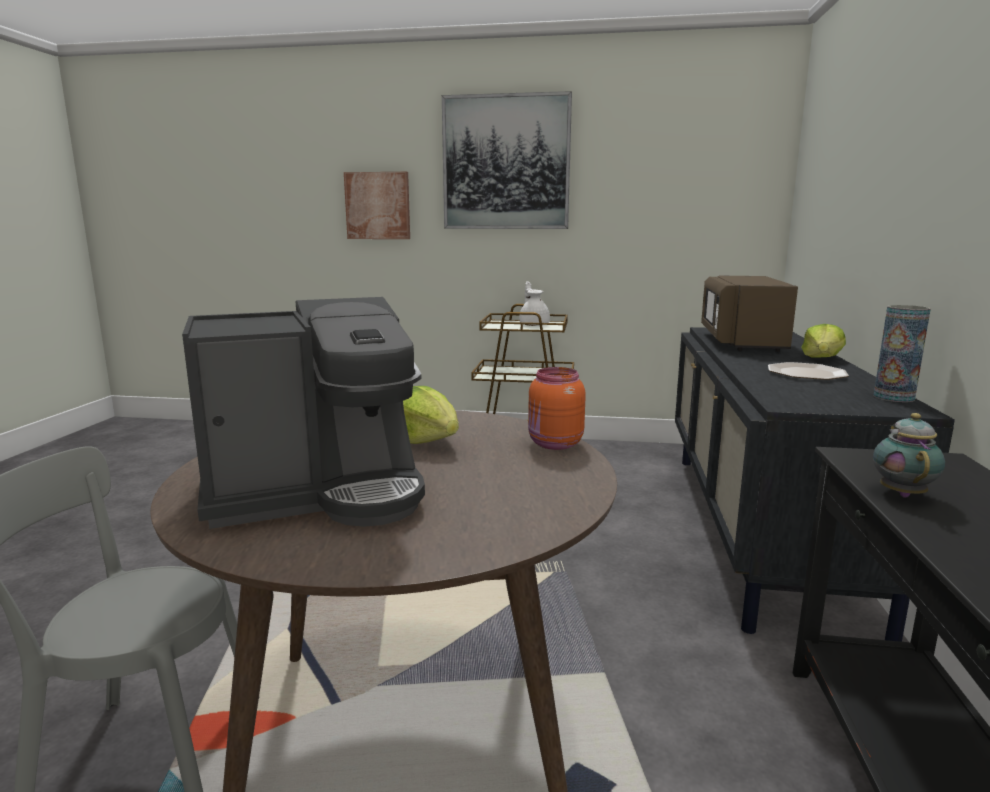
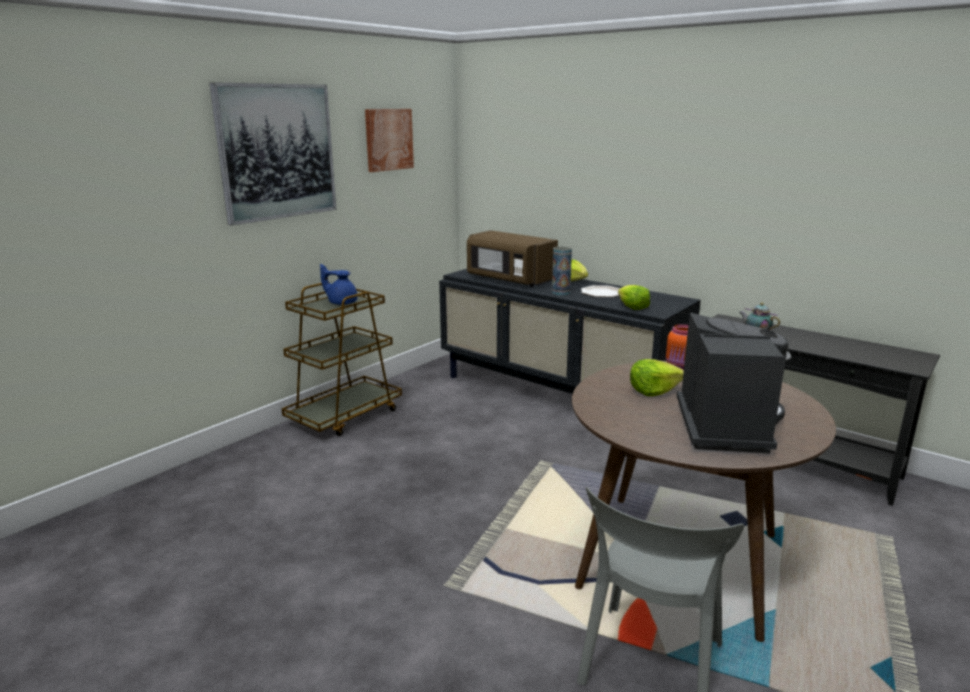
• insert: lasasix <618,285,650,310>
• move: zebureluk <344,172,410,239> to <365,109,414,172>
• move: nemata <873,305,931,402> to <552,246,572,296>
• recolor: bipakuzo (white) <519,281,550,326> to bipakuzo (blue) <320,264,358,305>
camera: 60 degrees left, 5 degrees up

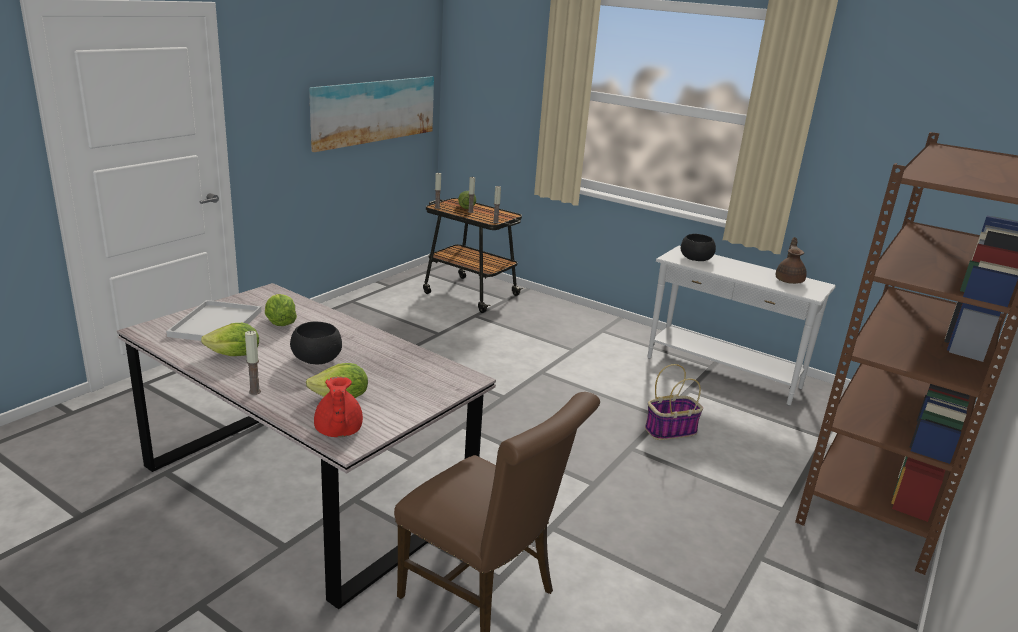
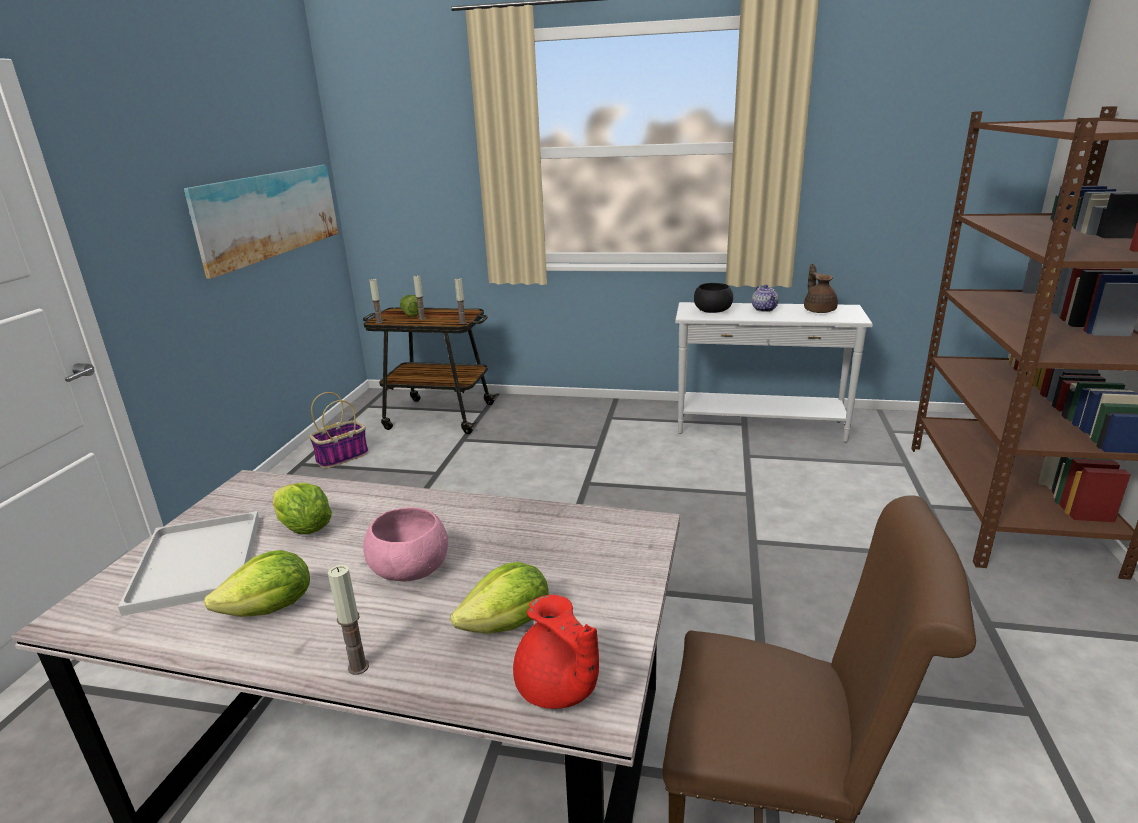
• insert: bipakuzo <752,285,779,312>
• move: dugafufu <645,364,703,440> to <309,392,369,468>
• recolor: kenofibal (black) <290,322,342,365> to kenofibal (pink) <363,507,448,581>
camera: 20 degrees left, 0 degrees up

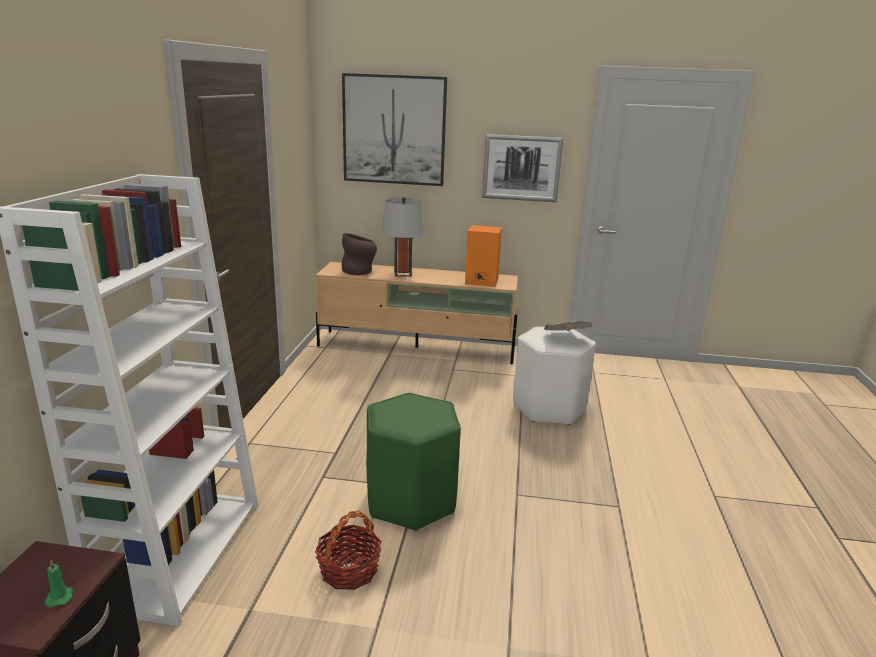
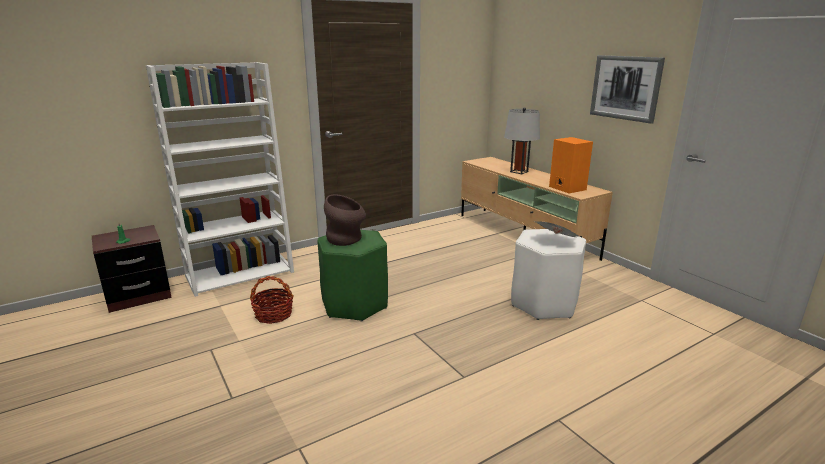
• delete: zebureluk <342,73,447,186>
• move: nemata (brown) <342,233,377,275> to <324,194,366,246>
camera: 50 degrees right, 0 degrees up

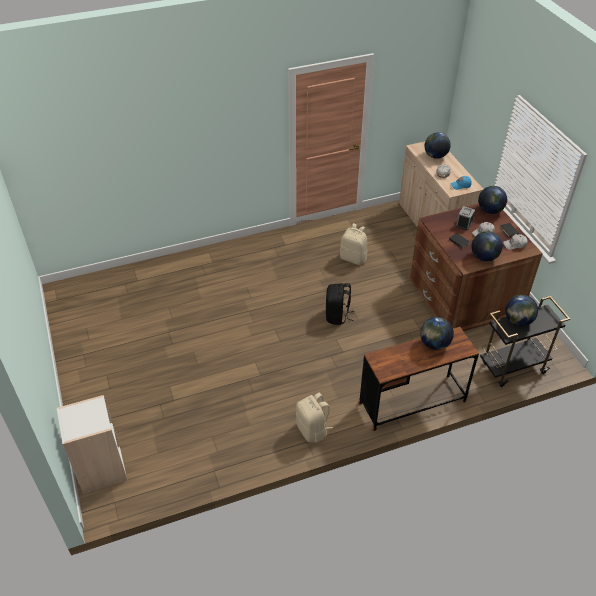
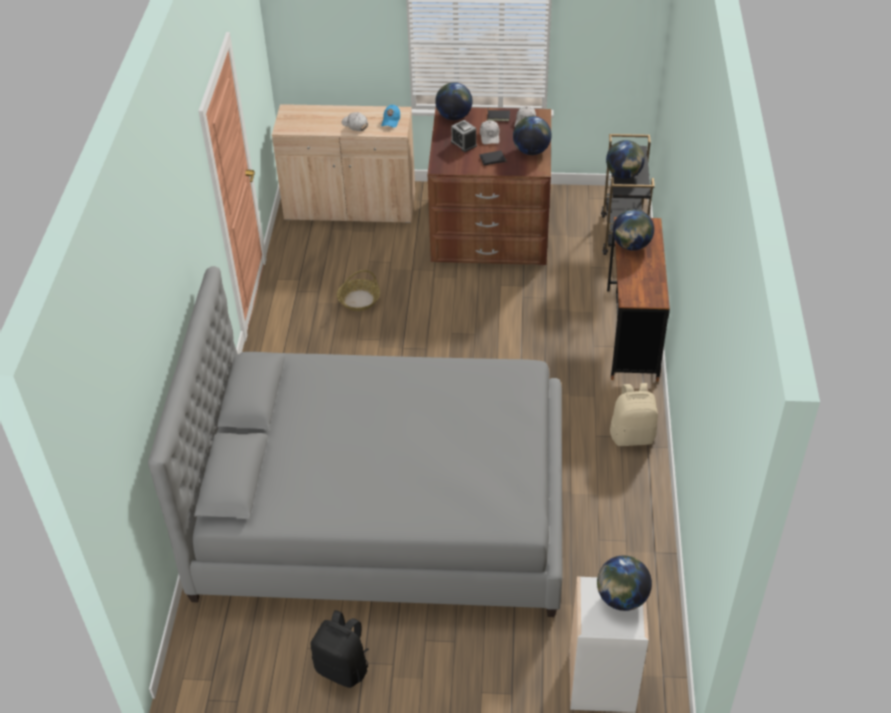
• insert: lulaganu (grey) <148,266,562,617>
• move: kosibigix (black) <326,283,354,325> to <310,610,369,688>
• move: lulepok <425,132,451,159> to <597,556,652,611>
• replace: kosibigix (beige) <340,223,367,265> to dugafufu <337,270,380,311>
camera: 65 degrees left, 0 degrees up

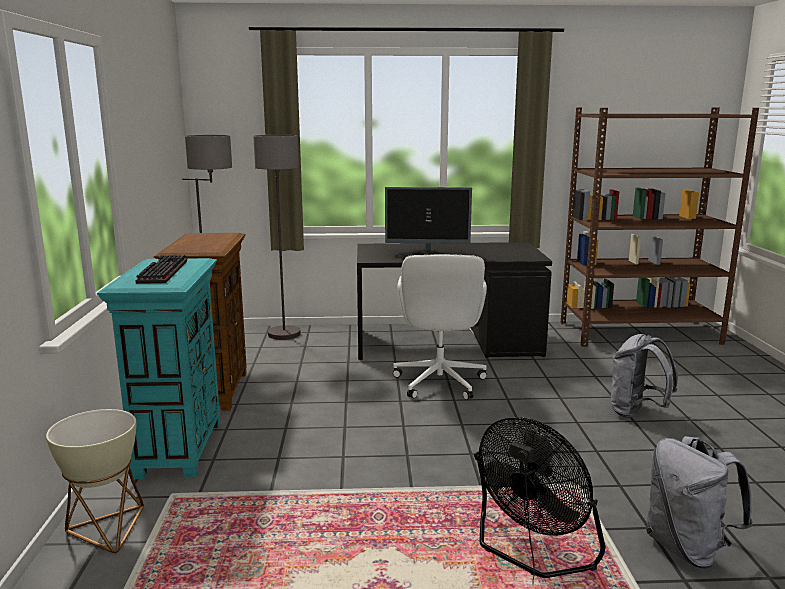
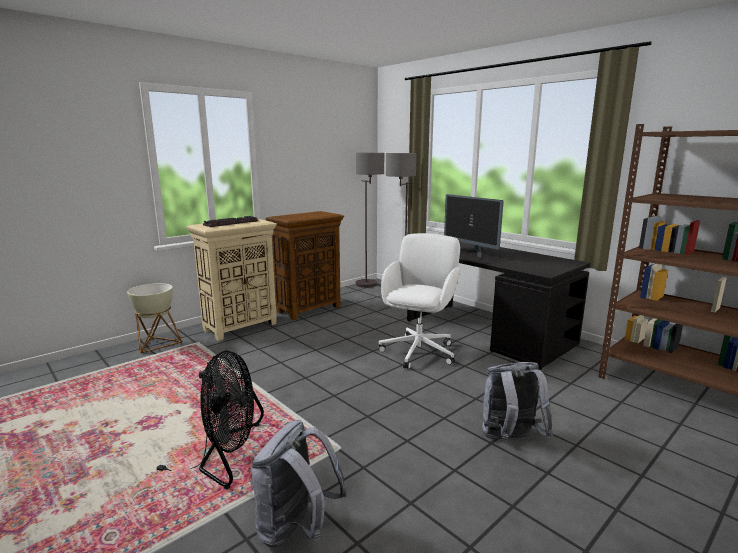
• recolor: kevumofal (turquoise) <97,258,220,479> to kevumofal (beige) <186,219,277,341>
• rotate: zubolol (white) <393,254,487,400> = <379,233,460,369> 150 degrees clockwise
camera: 50 degrees right, 0 degrees up

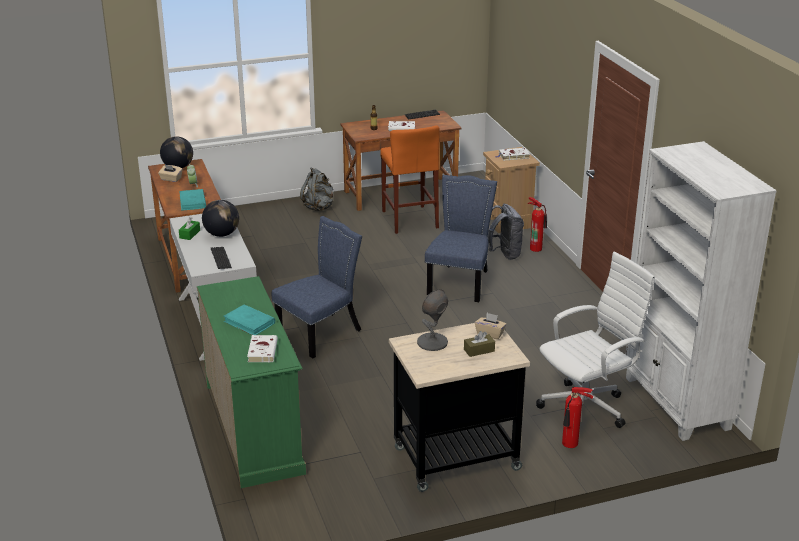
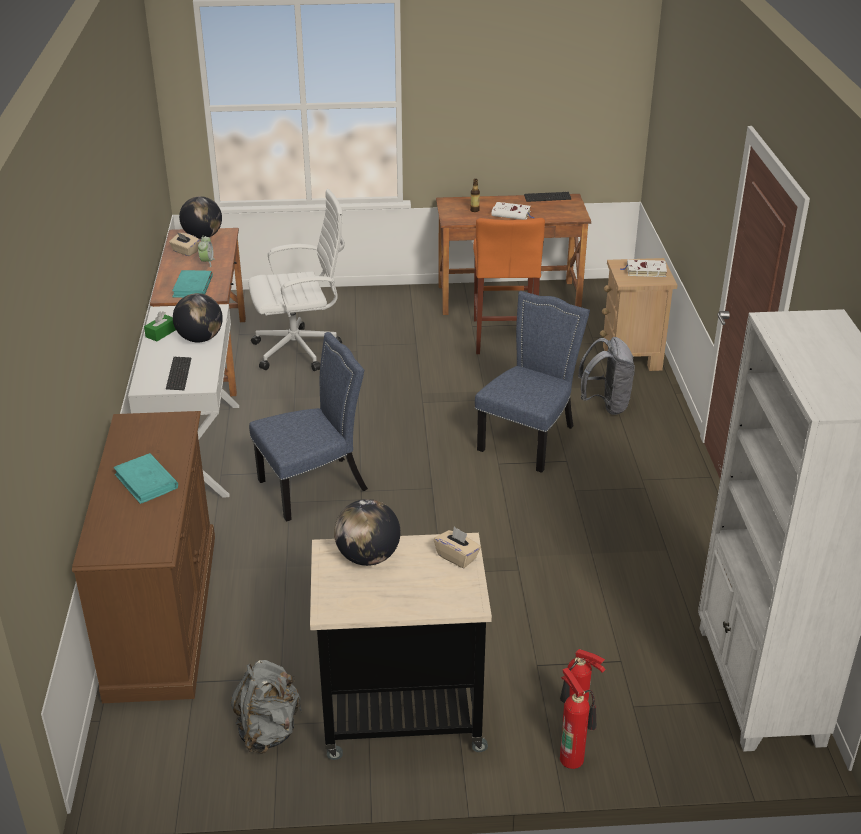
• delete: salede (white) <247,335,278,363>
• delete: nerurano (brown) <464,331,495,357>
• move: kosibigix (grey) <300,167,334,211> to <231,660,302,754>
• move: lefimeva <528,197,547,252> to <560,668,596,769>
• move: zubolol (white) <536,252,655,428> to <248,189,345,371>
• replace: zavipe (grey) <417,289,448,351> to lulepok <334,499,400,566>
• recolor: kevumofal (green) <197,276,306,488> to kevumofal (brown) <72,411,215,703>
camera: 15 degrees right, 5 degrees up

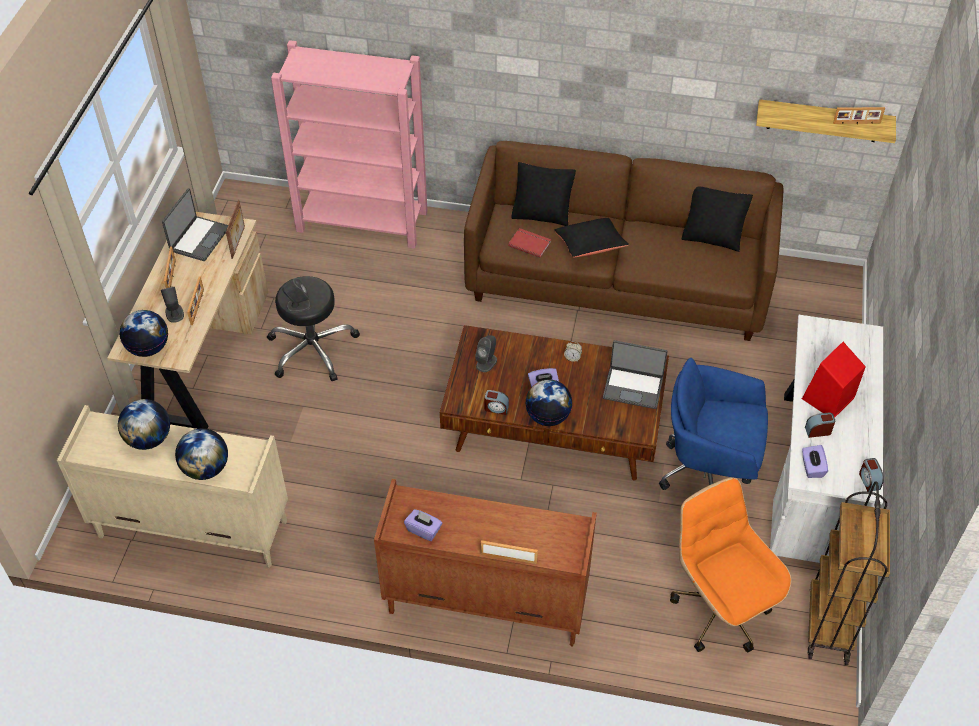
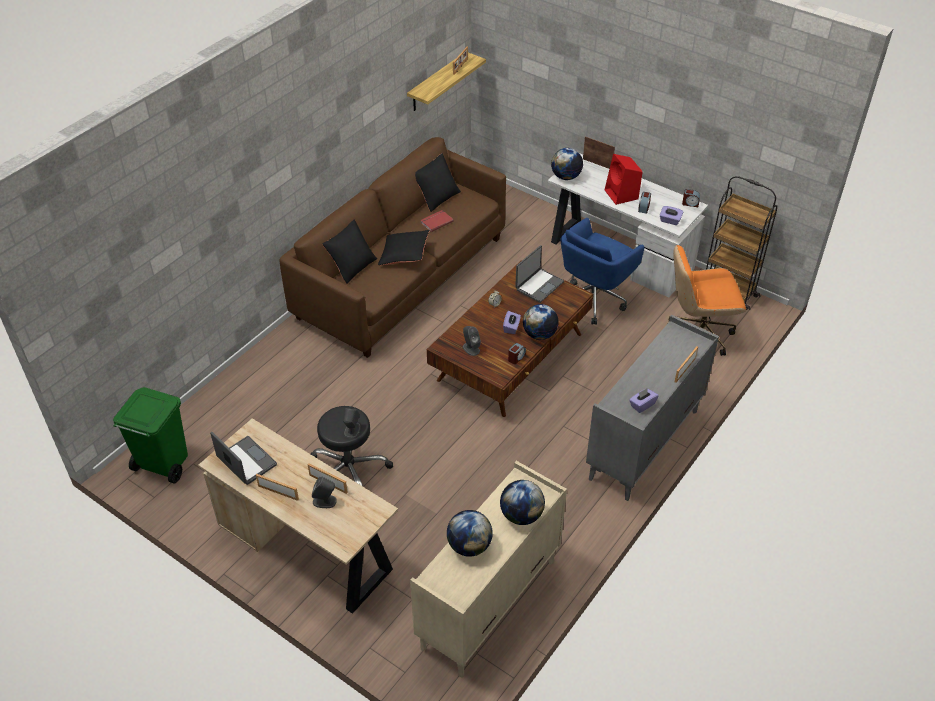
• delete: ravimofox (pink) <271,40,427,248>
• insert: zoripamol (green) <113,387,188,484>
• move: lulepok <120,310,168,357> to <551,148,583,180>
• move: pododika <226,200,245,259> to <583,136,615,169>
• move: salede (red) <508,228,551,258> to <420,210,454,232>
• recolor: kevumofal (brown) <374,479,597,647> to kevumofal (grey) <586,315,719,501>
camera: 65 degrees left, 5 degrees down

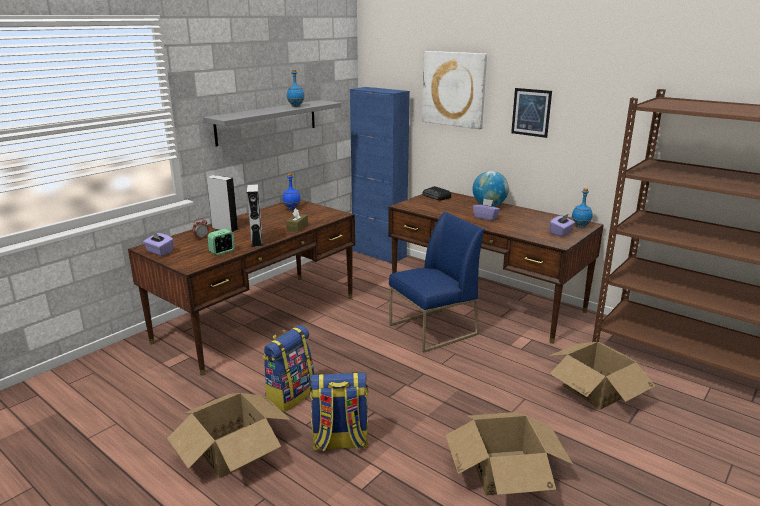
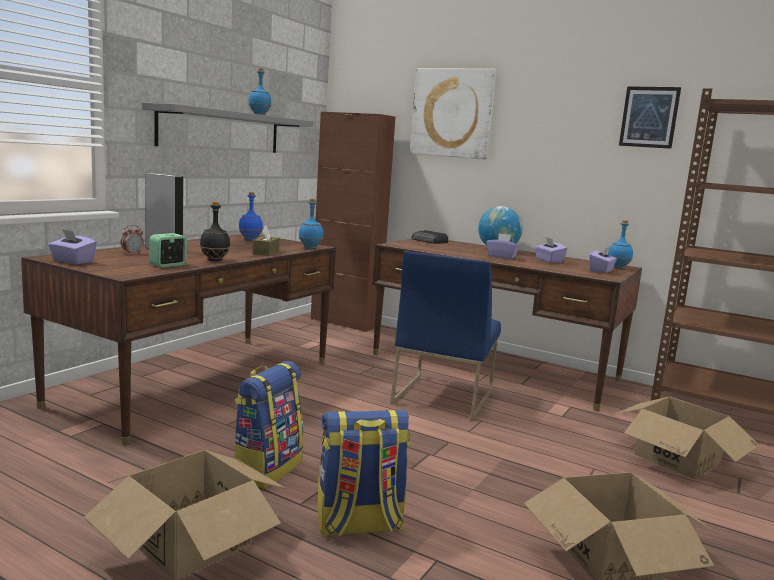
• insert: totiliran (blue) <299,199,323,249>
• insert: nerurano (purple) <534,237,567,263>
• move: zebureluk <511,88,552,138> to <619,86,681,149>
• replace: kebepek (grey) <247,184,263,247> to totiliran (black) <200,201,230,261>
• recolor: kevumofal (blue) <350,87,410,264> to kevumofal (brown) <311,112,395,332>
• rotate: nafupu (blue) <389,212,484,353> = <390,251,501,421> 150 degrees clockwise
camera: 10 degrees left, 10 degrees down

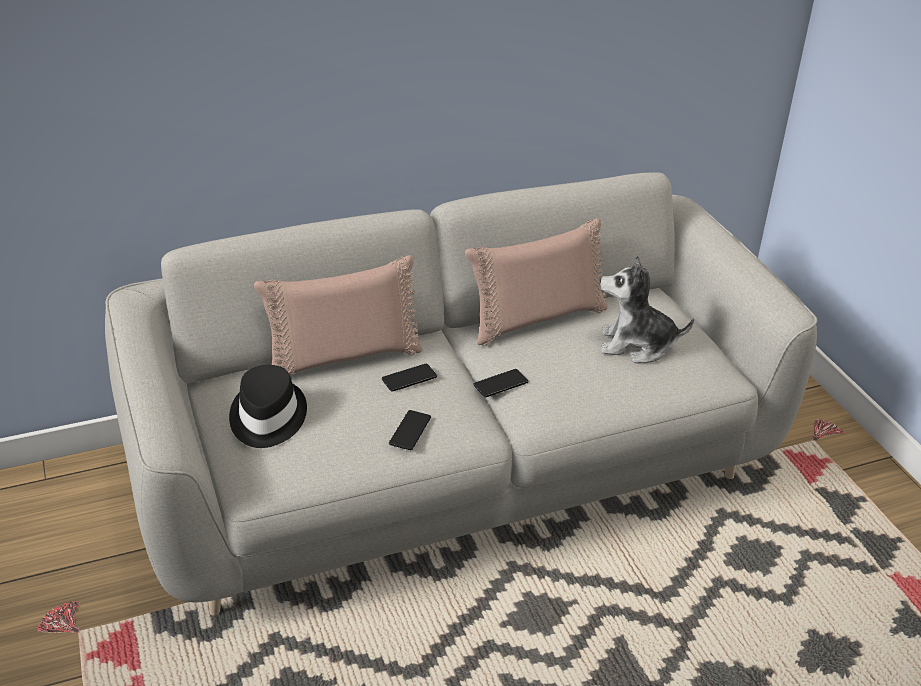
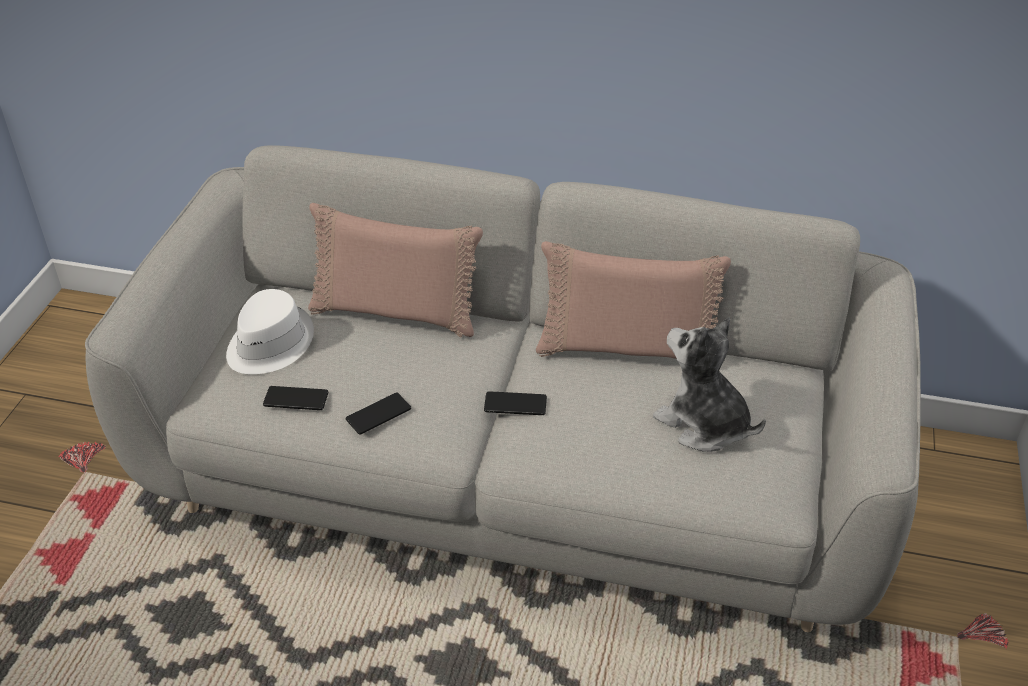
• move: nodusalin <382,363,437,392> to <263,386,328,410>
• recolor: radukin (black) <229,365,307,448> to radukin (white) <226,289,314,374>
camera: 35 degrees right, 5 degrees up

